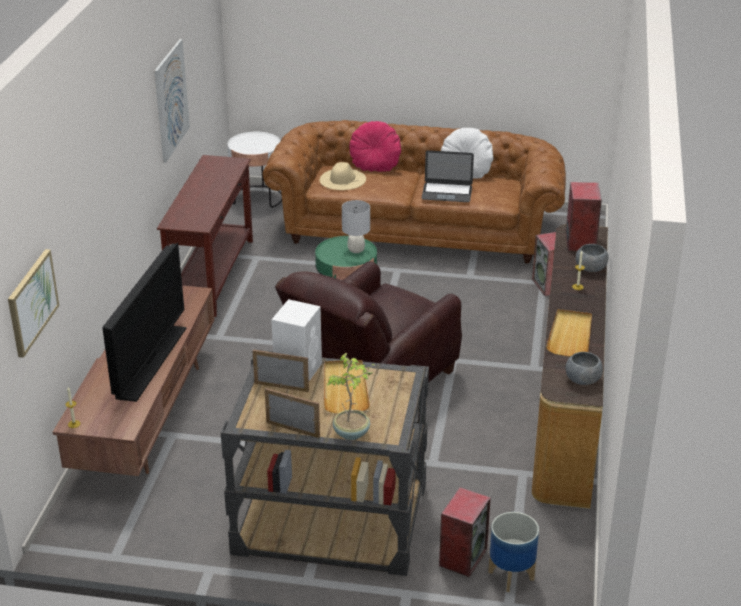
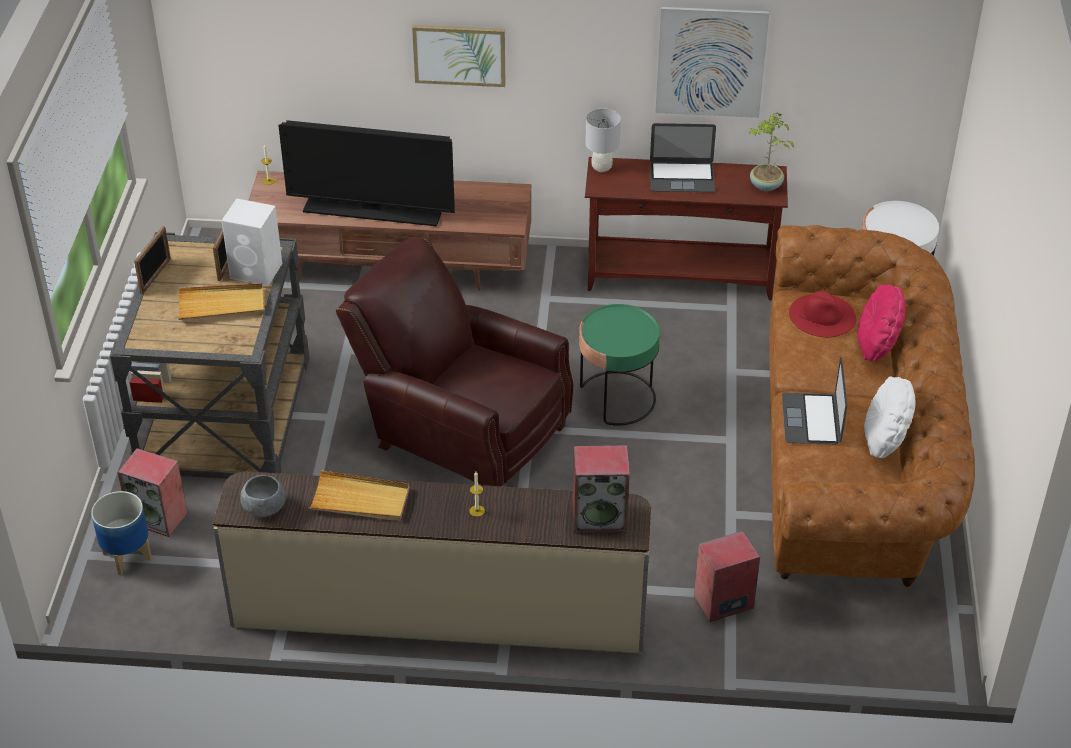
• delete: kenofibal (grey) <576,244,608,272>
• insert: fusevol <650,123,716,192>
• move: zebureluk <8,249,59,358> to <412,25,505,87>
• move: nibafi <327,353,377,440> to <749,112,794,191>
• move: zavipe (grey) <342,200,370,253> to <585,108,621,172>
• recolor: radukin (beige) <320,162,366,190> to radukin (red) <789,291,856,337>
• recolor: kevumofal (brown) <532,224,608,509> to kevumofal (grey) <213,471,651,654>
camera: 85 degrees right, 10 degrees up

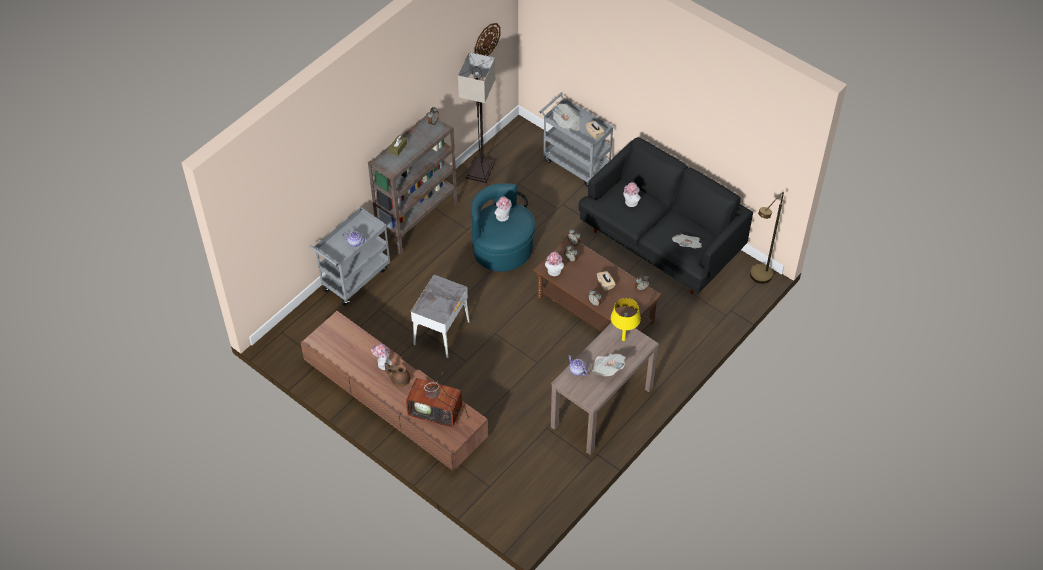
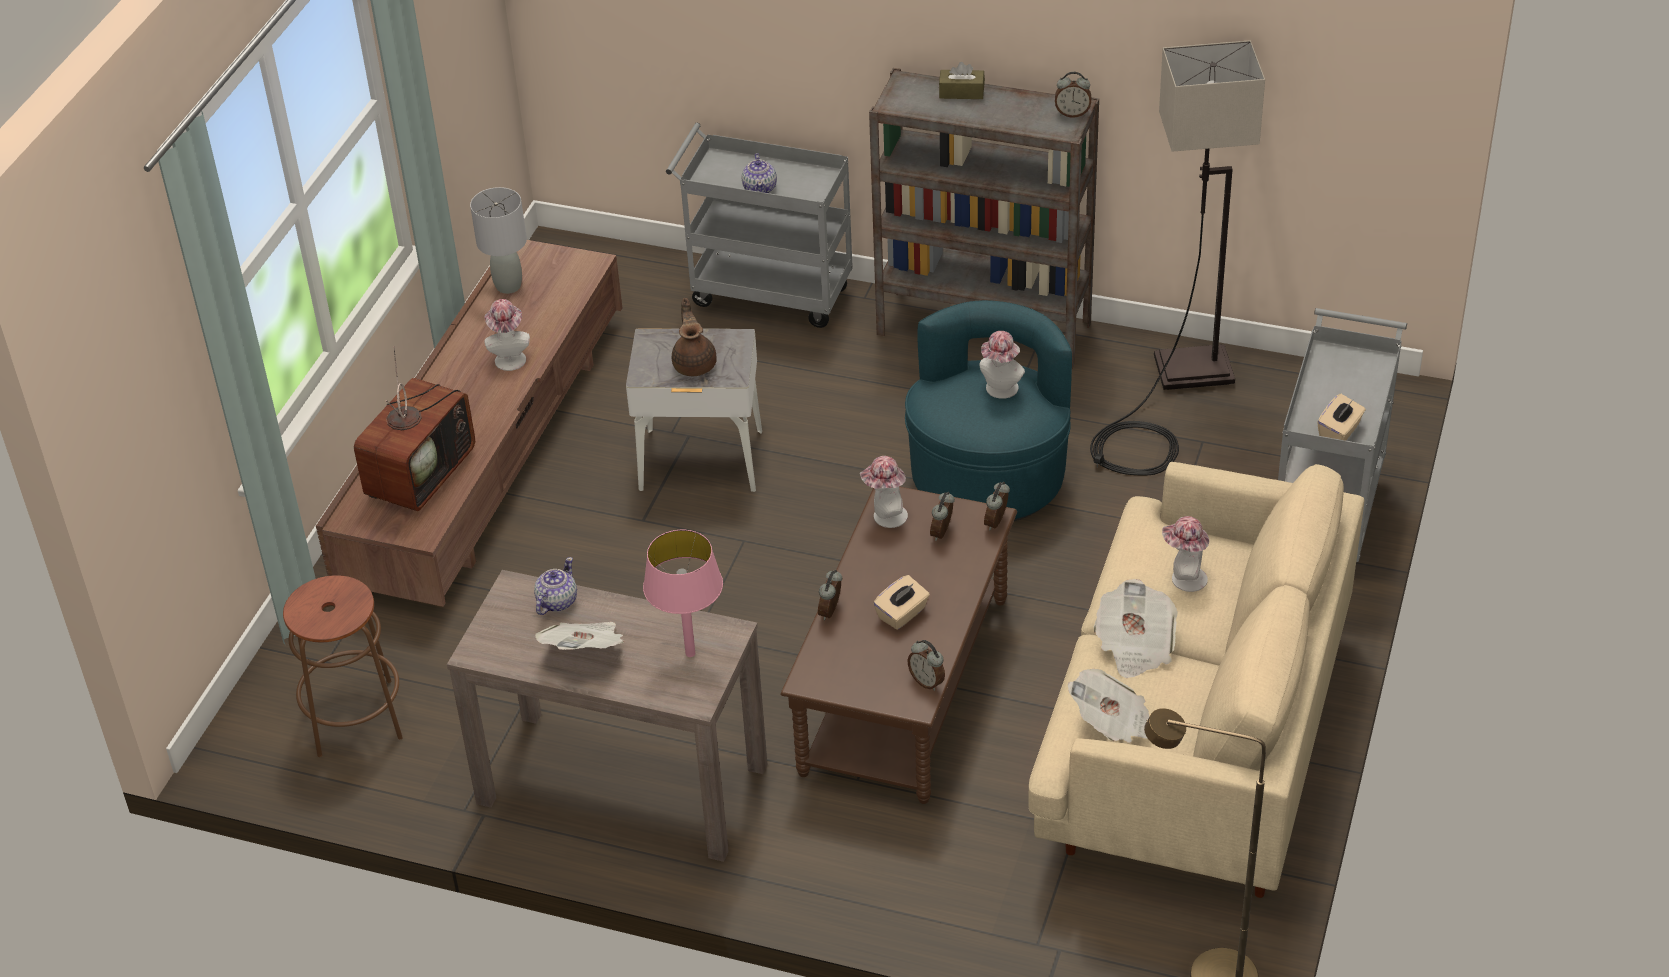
• delete: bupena <475,23,501,56>
• insert: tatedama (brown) <283,575,403,757>
• insert: zavipe (grey) <470,187,527,294>
• move: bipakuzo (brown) <385,363,410,387> to <672,298,717,376>
• move: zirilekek <552,104,580,131> to <1093,579,1178,678>
• recolor: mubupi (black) <579,137,753,294> to mubupi (beige) <1028,462,1364,898>
• recolor: zavipe (yellow) <611,298,641,341> to zavipe (pink) <643,530,723,657>
• rotate: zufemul <406,373,469,428> = <354,346,475,511> 150 degrees counterclockwise
camera: 70 degrees right, 10 degrees down

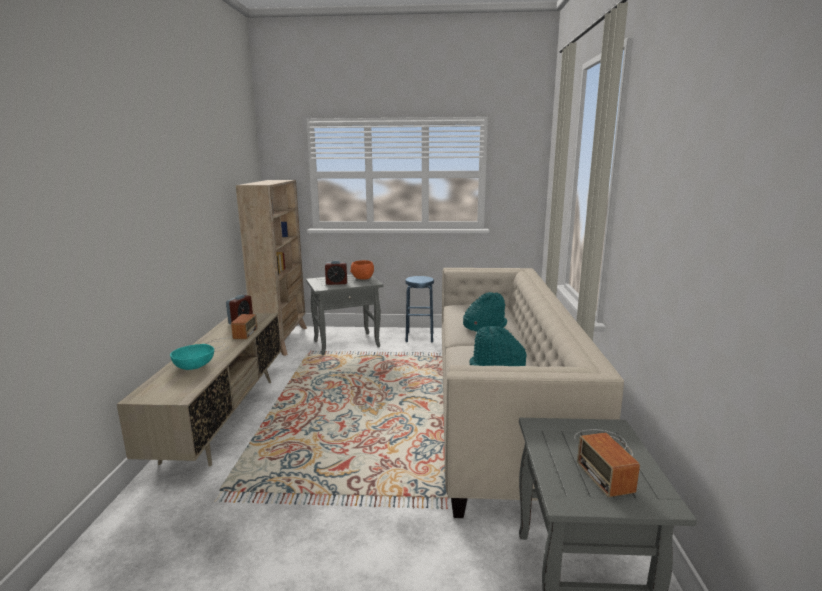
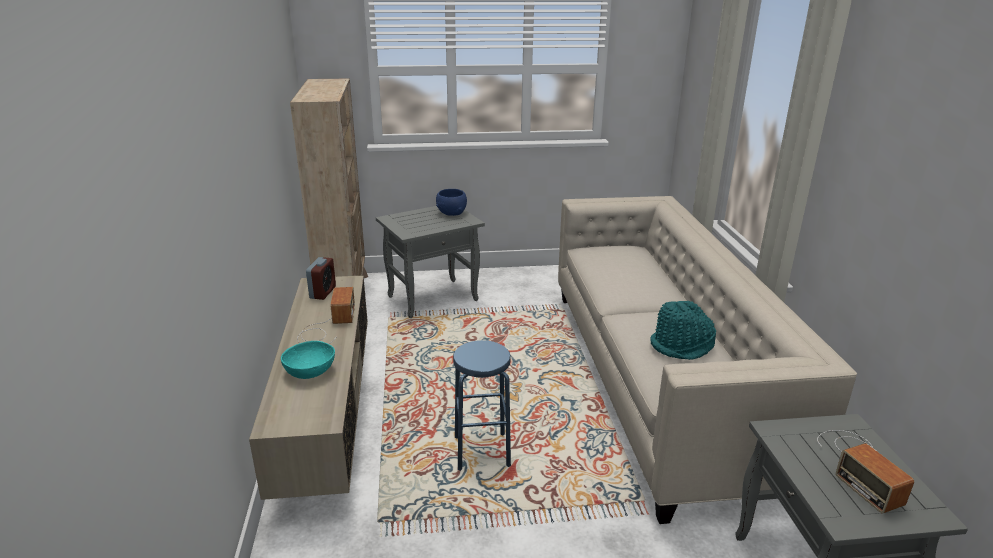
• delete: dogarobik <325,261,347,285>
• delete: radukin (turquoise) <463,292,507,332>
• move: tatedama (blue) <405,276,434,342> to <453,340,511,471>
• recolor: kenofibal (orange) <350,260,374,279> to kenofibal (blue) <436,189,467,216>
camera: 10 degrees left, 10 degrees up

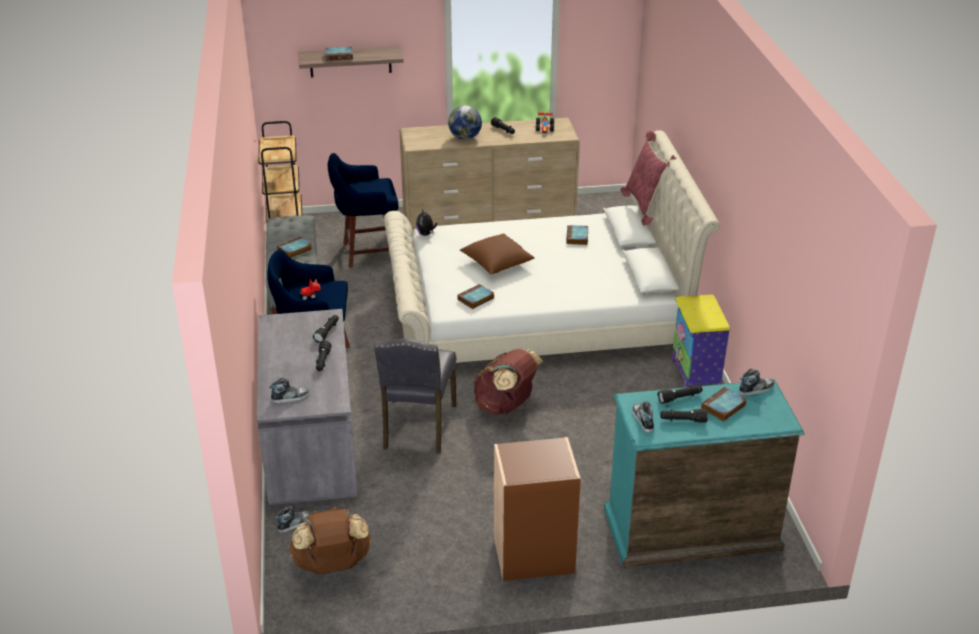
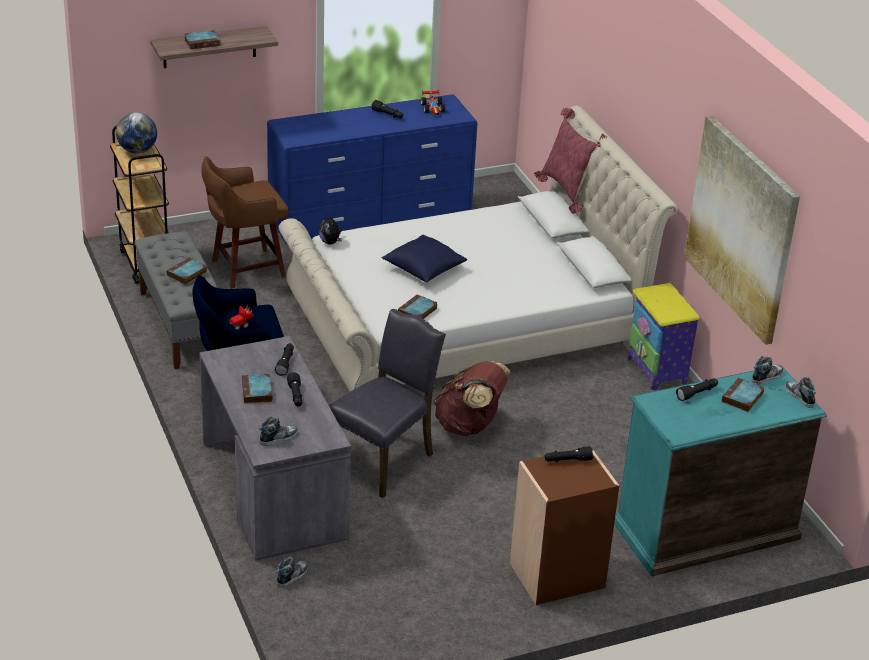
• delete: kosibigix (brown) <289,507,371,574>
• insert: zebureluk <684,116,800,345>
• move: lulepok <448,105,482,140> to <116,112,157,154>
• move: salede <567,225,588,245> to <242,374,273,403>
• move: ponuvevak <632,401,654,433> to <785,377,816,408>
• move: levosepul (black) <660,409,708,423> to <545,446,593,462>
• recolor: tatedama (blue) <328,153,398,268> to tatedama (brown) <201,156,288,289>
• recolor: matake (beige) <400,118,580,231> to matake (blue) <267,94,478,244>
• recolor: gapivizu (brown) <460,233,534,275> to gapivizu (blue) <382,235,467,283>
• rotate: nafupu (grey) <374,338,456,454> = <329,309,446,498> 135 degrees counterclockwise
camera: 15 degrees left, 0 degrees up

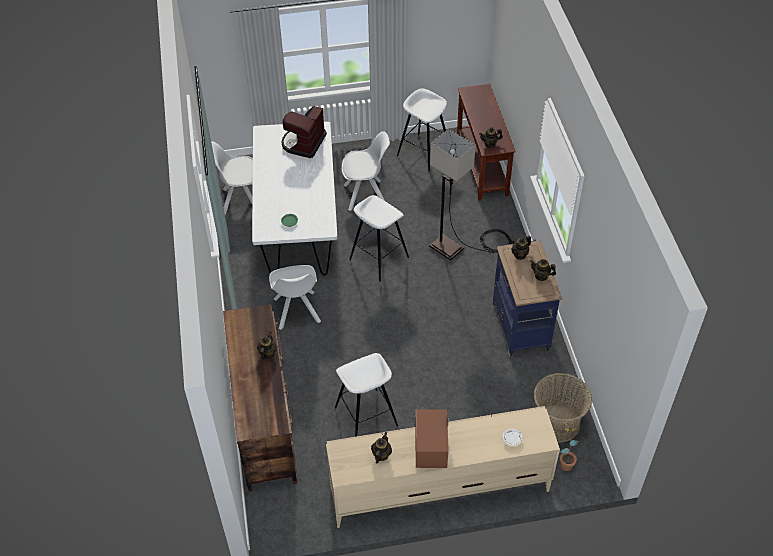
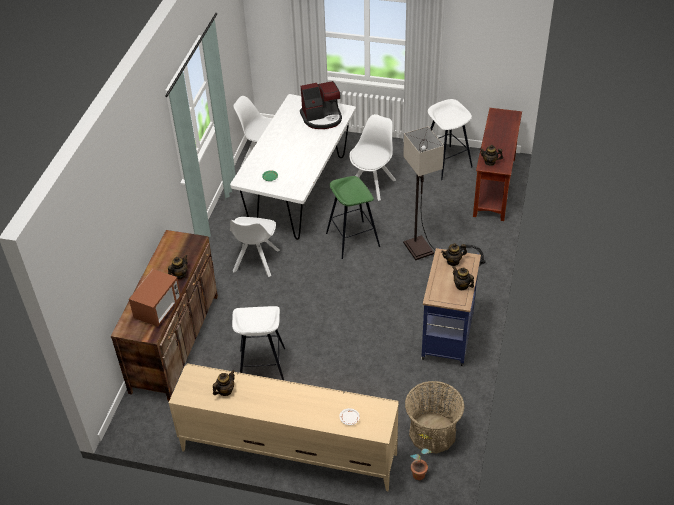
• move: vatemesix <415,409,449,468> to <129,269,181,327>
• recolor: tatedama (white) <350,195,409,282> to tatedama (green) <326,176,380,259>
• rotate: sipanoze <282,105,327,158> = <300,81,342,129> 150 degrees counterclockwise
• rotate: nafupu (white) <342,131,390,211> = <349,114,396,201> 75 degrees counterclockwise
camera: 25 degrees right, 5 degrees down

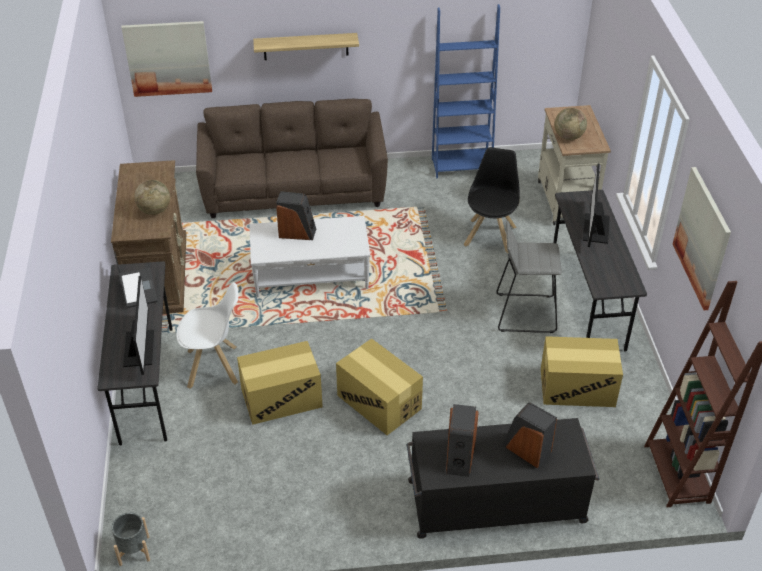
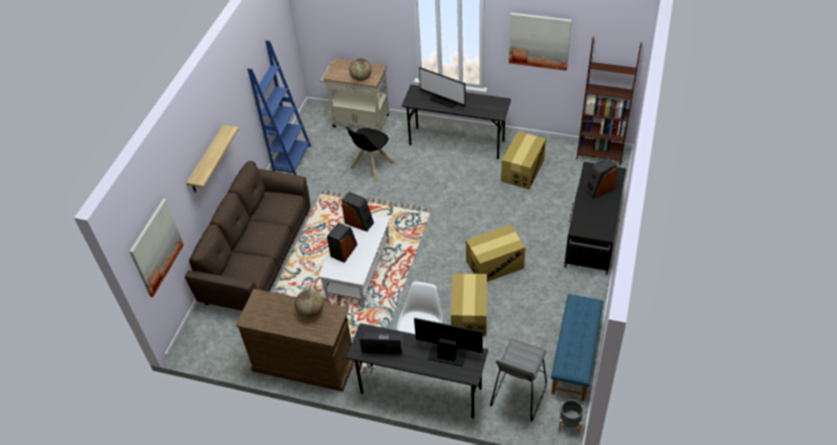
• insert: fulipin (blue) <551,294,604,401>
• move: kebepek <446,404,479,477> to <342,192,374,232>
• move: tatedama (grey) <496,220,562,333> to <490,338,547,421>
• rotate: nafupu (black) <463,147,520,253> = <346,127,394,180> 90 degrees counterclockwise
camera: 65 degrees left, 5 degrees up

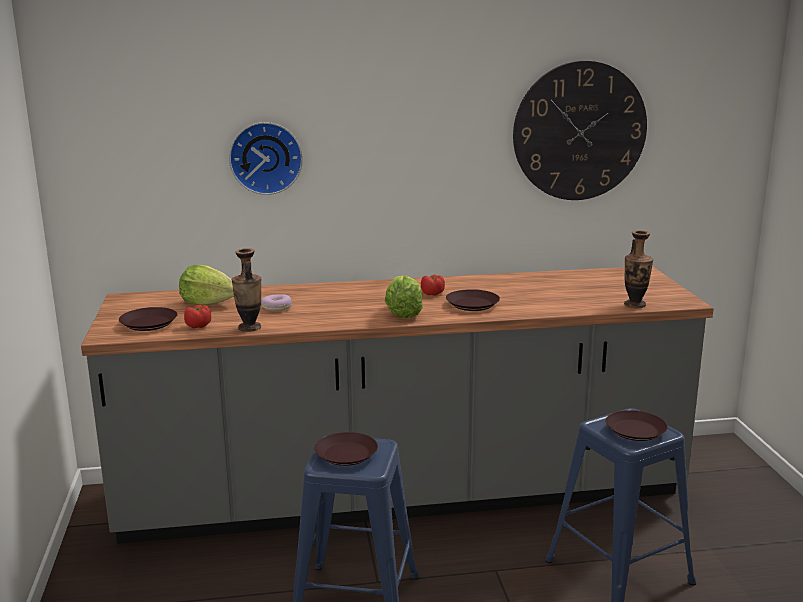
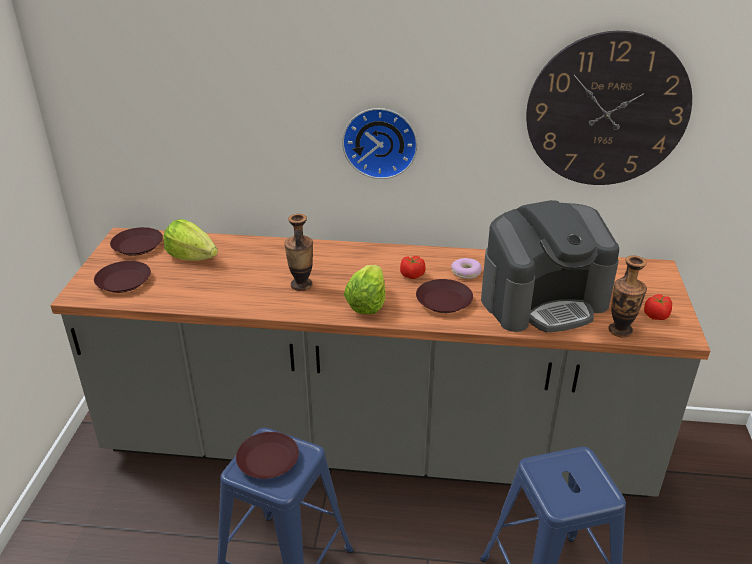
• insert: sipanoze <481,200,619,333>
• move: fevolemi <184,305,211,328> to <644,294,672,320>
• move: bupena <229,122,303,195> to <342,108,418,179>
• move: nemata <232,248,261,332> to <284,214,313,291>
• move: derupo <261,294,292,311> to <451,258,482,279>
• move: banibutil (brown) <606,410,668,441> to <110,227,163,256>
camera: 15 degrees right, 15 degrees up

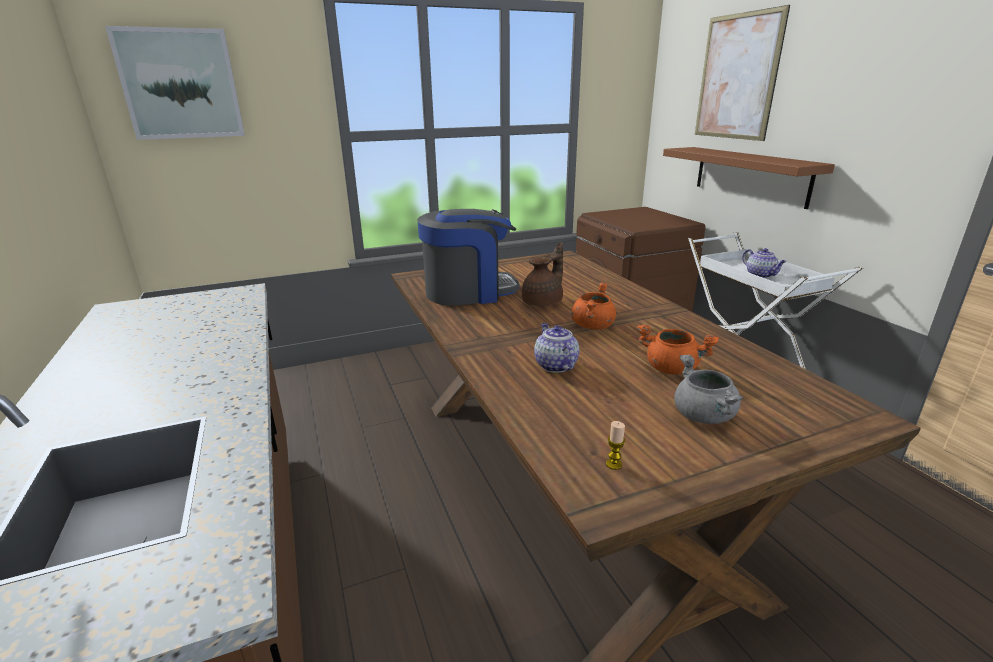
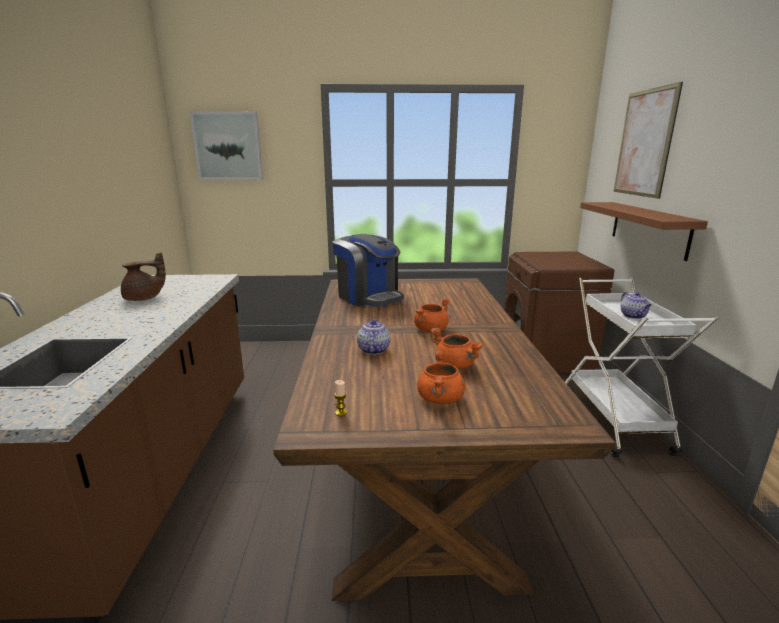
• move: bipakuzo (brown) <522,242,563,306> to <121,252,166,301>
• recolor: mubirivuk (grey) <674,355,743,424> to mubirivuk (orange) <417,350,466,404>
• rotate: sipanoze <417,209,520,306> = <332,234,404,307> 45 degrees clockwise
camera: 20 degrees right, 5 degrees down

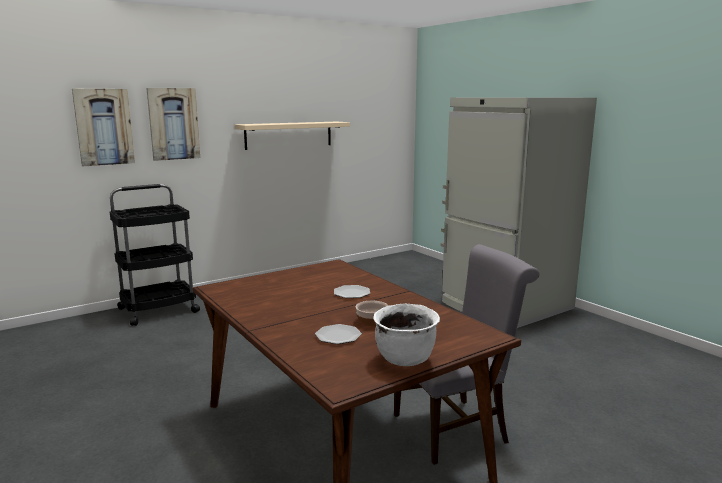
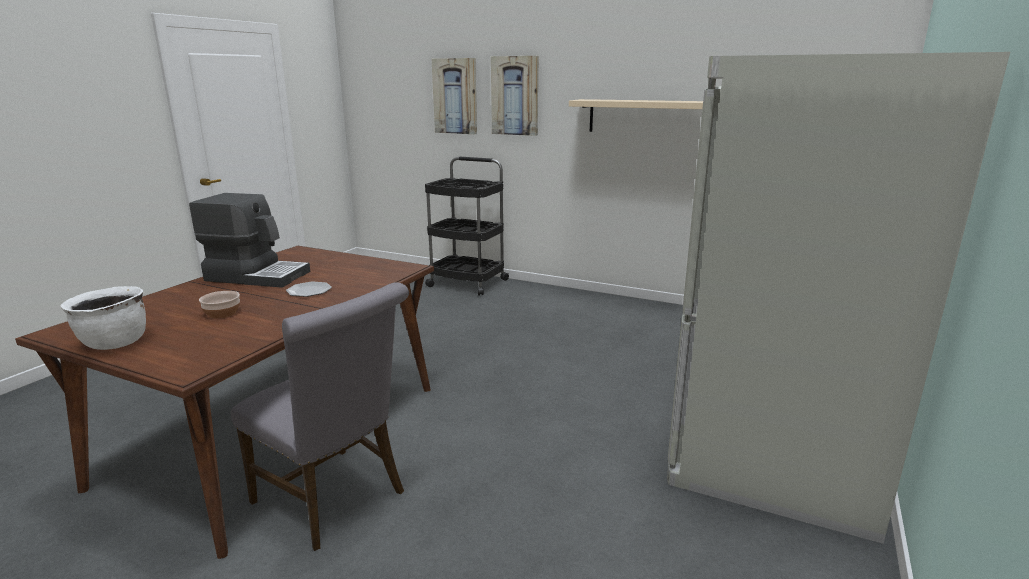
• delete: banibutil <315,324,362,344>
• insert: sipanoze <189,193,310,288>
camera: 60 degrees right, 5 degrees up

